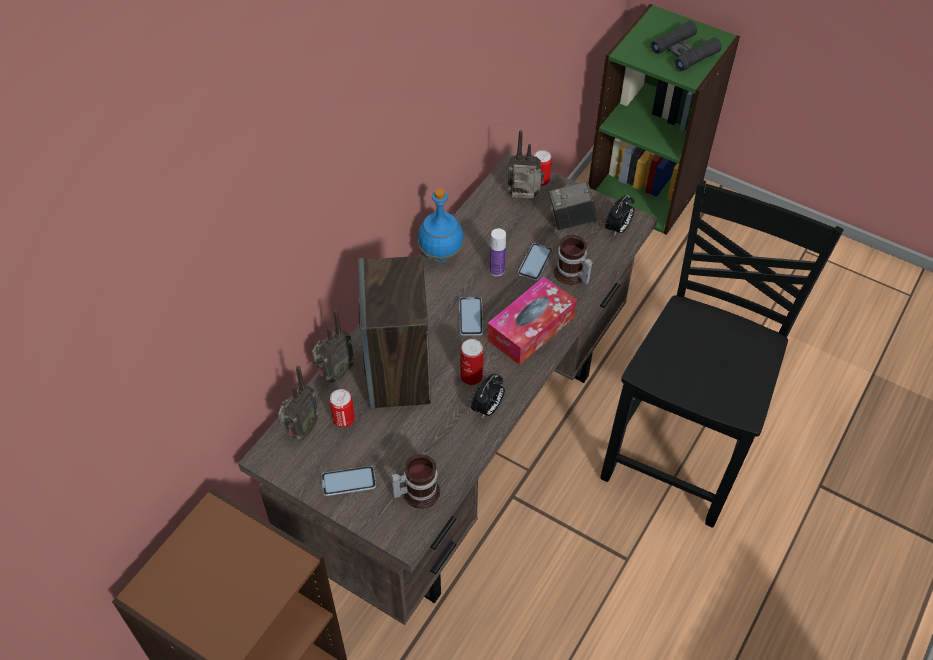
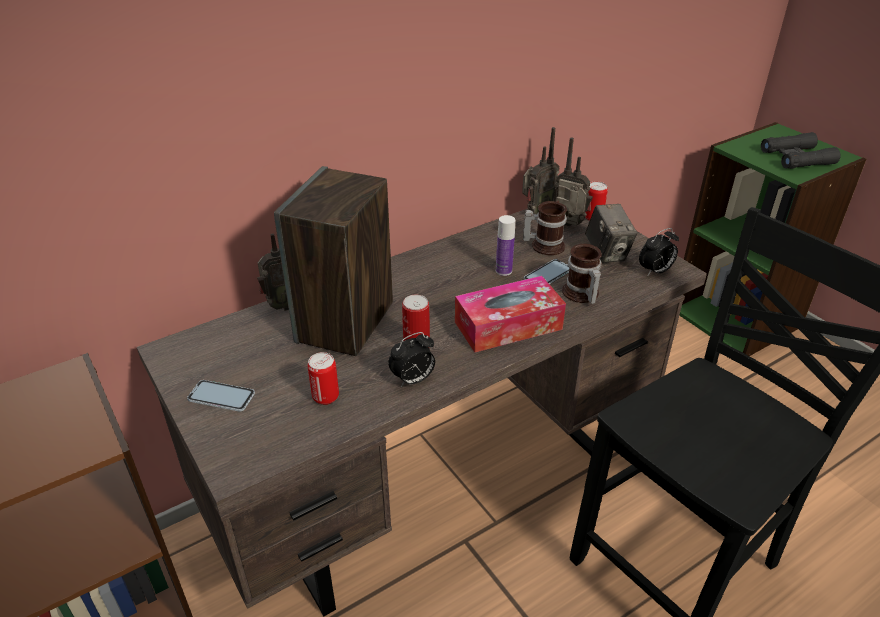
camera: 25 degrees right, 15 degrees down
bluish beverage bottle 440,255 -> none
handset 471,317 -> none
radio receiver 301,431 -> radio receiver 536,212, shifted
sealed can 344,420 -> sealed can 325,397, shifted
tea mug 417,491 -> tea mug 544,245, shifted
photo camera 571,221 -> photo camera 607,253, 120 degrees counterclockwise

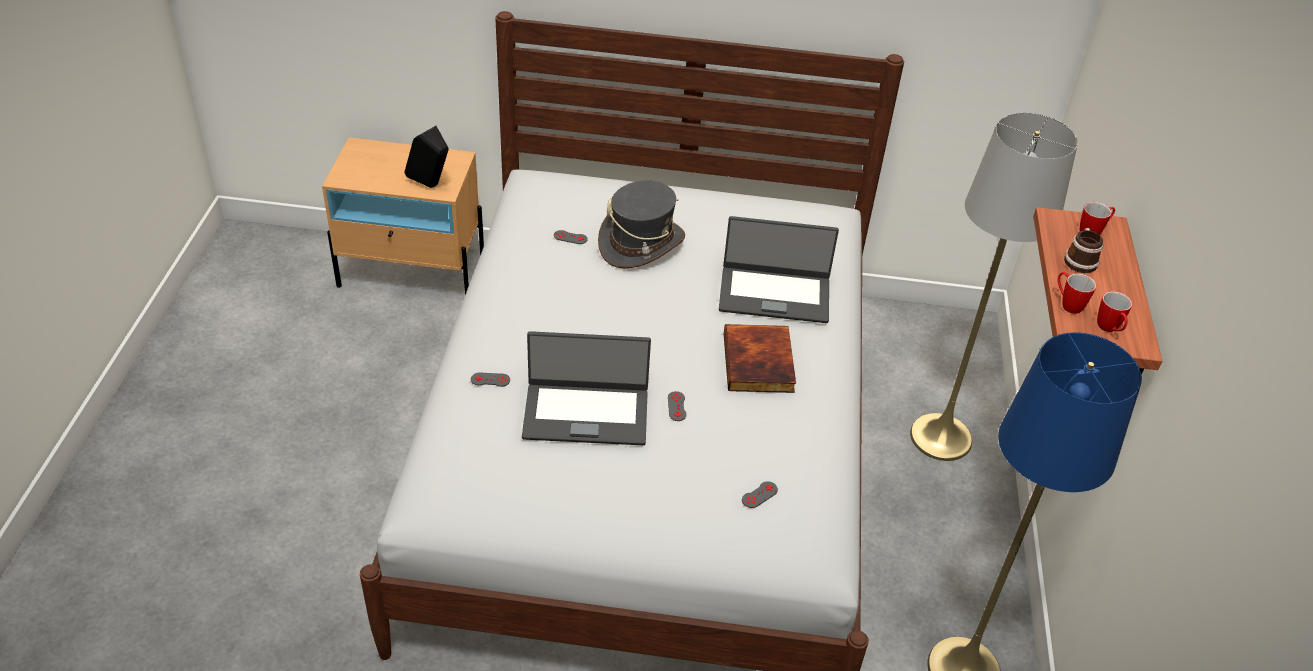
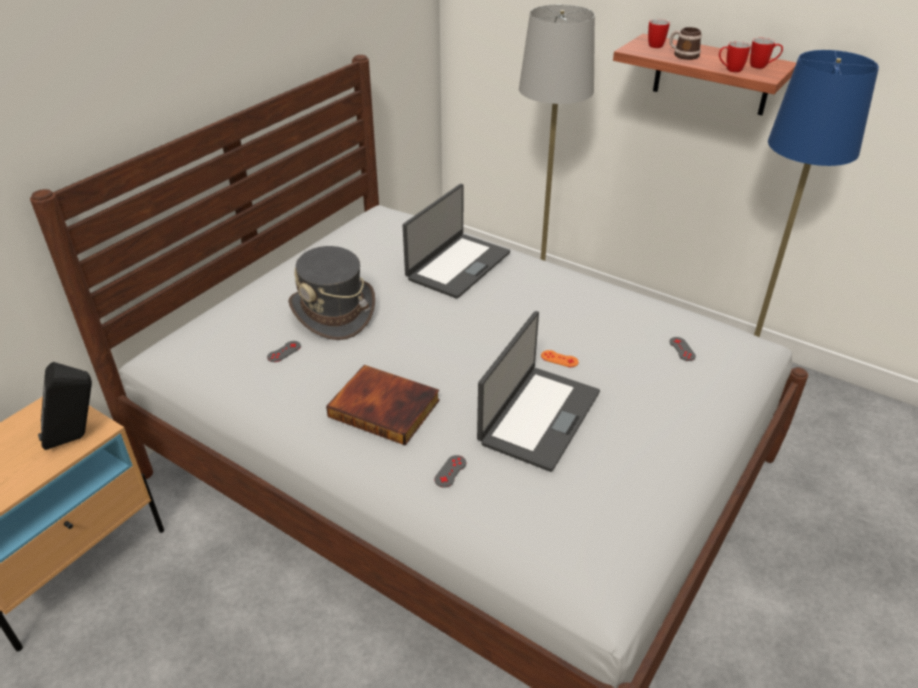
camera: 60 degrees left, 5 degrees down
bound book 760,363 -> bound book 386,407, shifted
gray joypad 677,406 -> orangey joypad 559,359

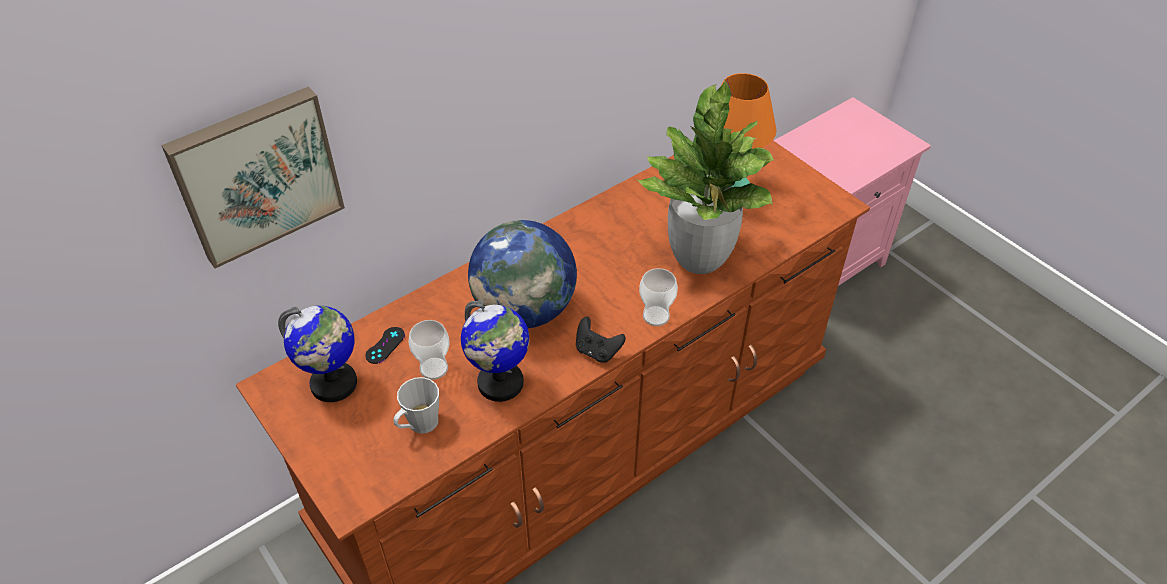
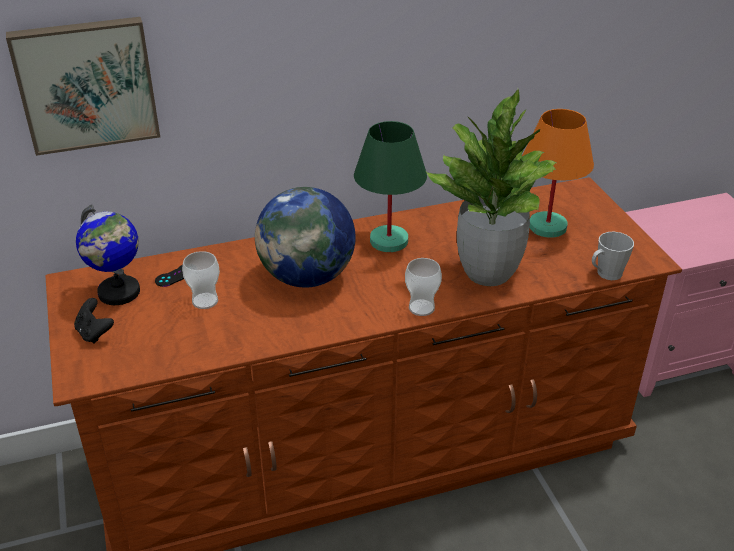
camera: 20 degrees right, 10 degrees down
world globe 500,383 -> none
none -> greenish table lamp 389,241
gray tea mug 419,425 -> gray tea mug 605,274, shifted
black joypad 597,351 -> black joypad 94,333, shifted

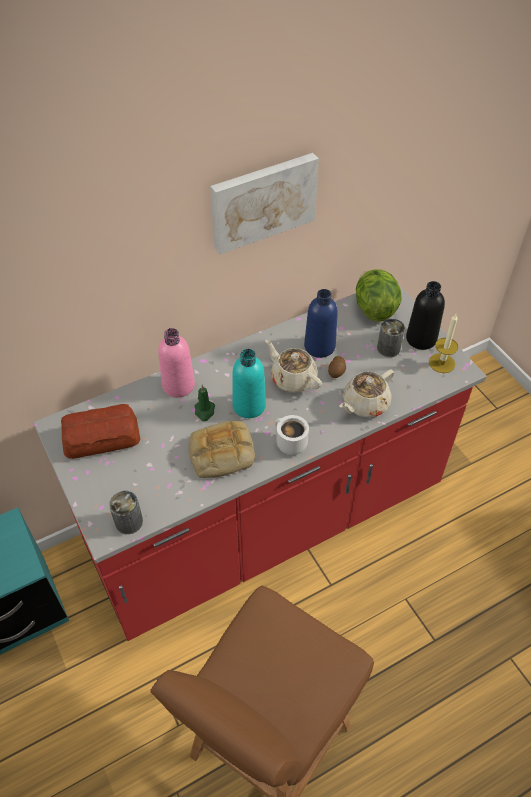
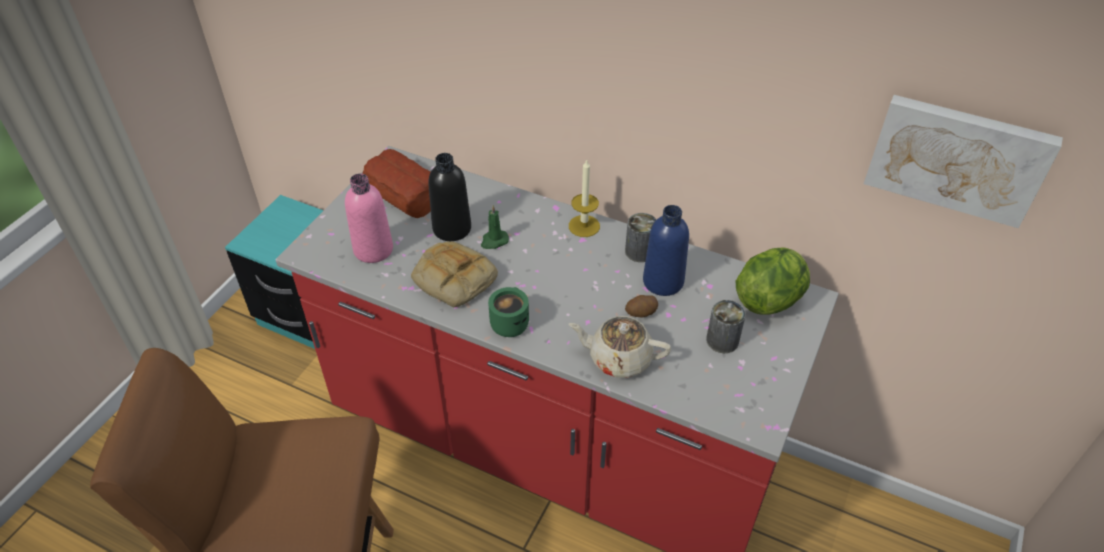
camera: 55 degrees right, 5 degrees down
blue-green beverage bottle 249,405 -> none
beige-coloured tea pot 292,378 -> none
sealed can 129,522 -> sealed can 639,251, shifted
pink-coloured beverage bottle 178,385 -> pink-coloured beverage bottle 373,249, shifted
wall art 262,201 -> wall art 958,157, shifted
black beverage bottle 421,339 -> black beverage bottle 452,228, shifted
wax candle 442,363 -> wax candle 584,226, shifted
white-coloured tea mug 288,443 -> greenish tea mug 508,322

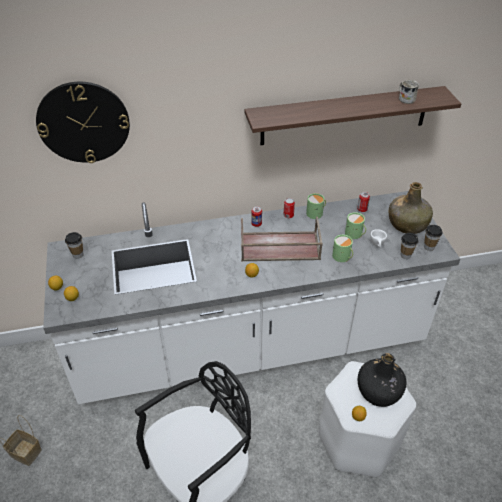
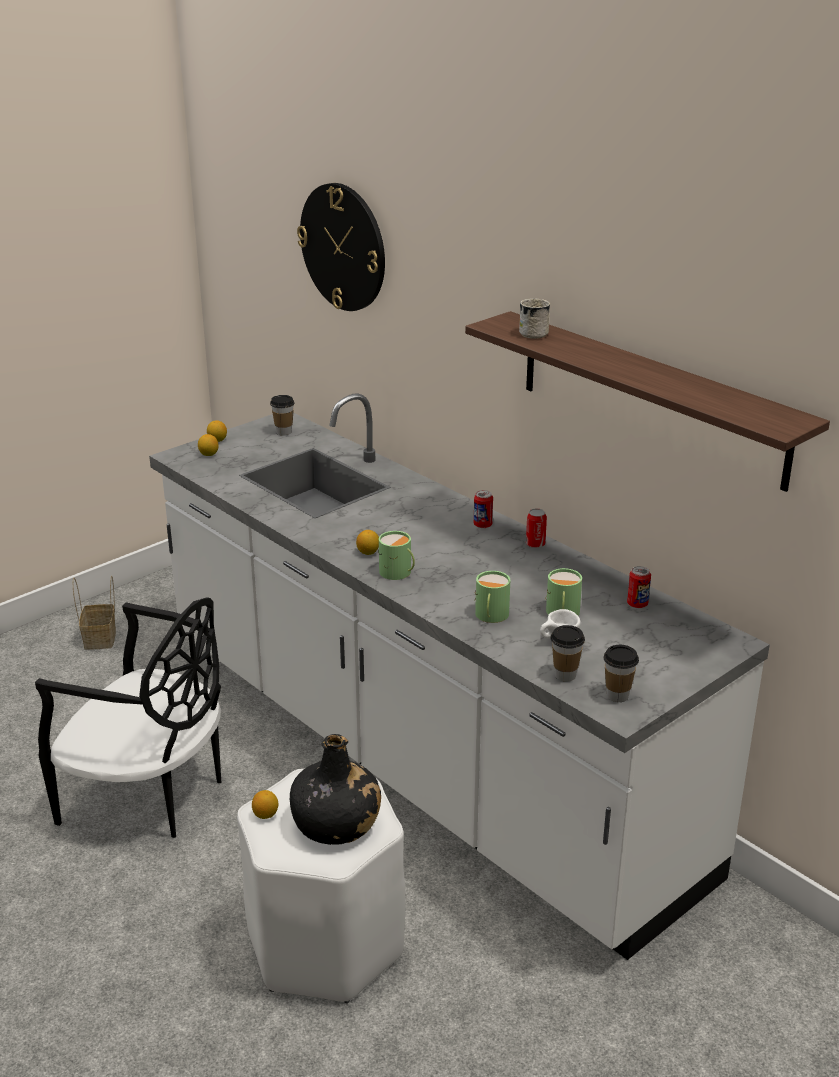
camera: 60 degrees right, 15 degrees down
brownish tray 279,247 -> none
greenish beverage bottle 407,224 -> none
greenish tea mug 316,213 -> greenish tea mug 398,573, shifted
white-coloured tea mug 405,99 -> white-coloured tea mug 536,333, shifted

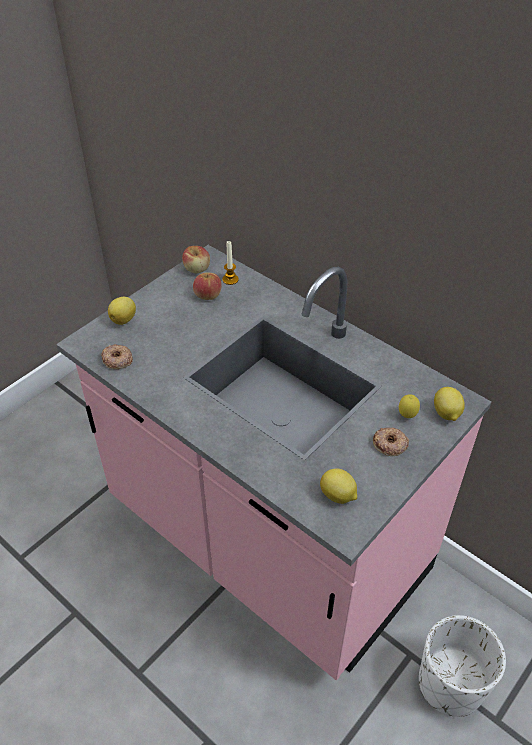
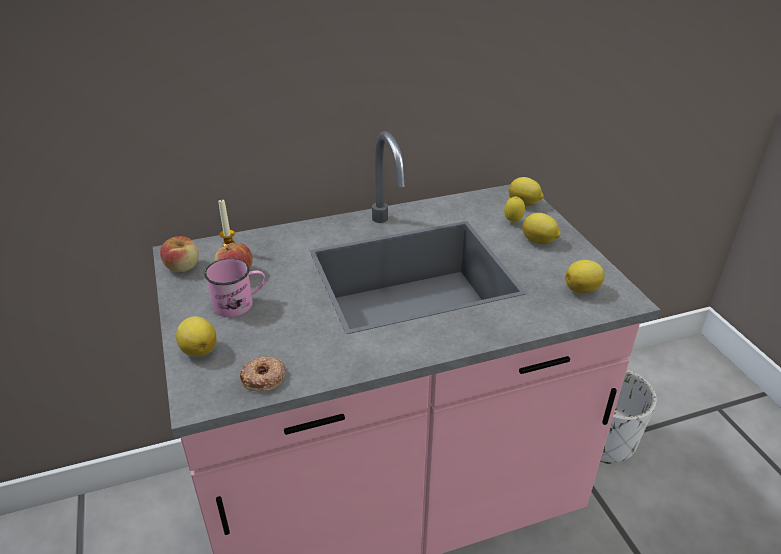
camera: 60 degrees left, 10 degrees down
none -> pink-coloured tea mug 240,303
doughnut 390,444 -> lemon 539,241

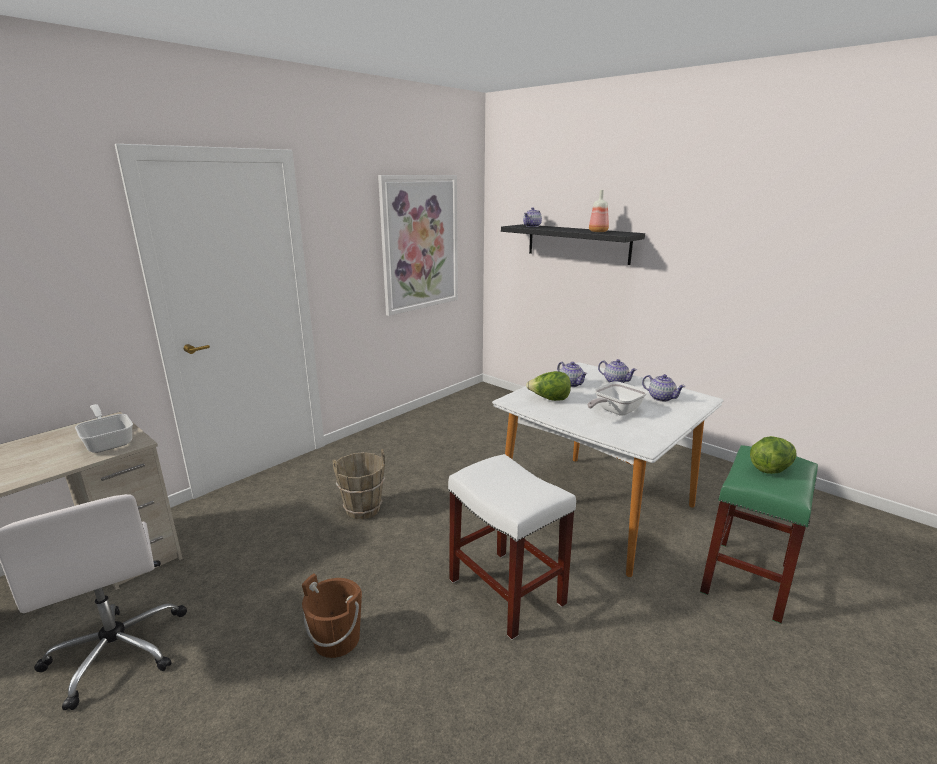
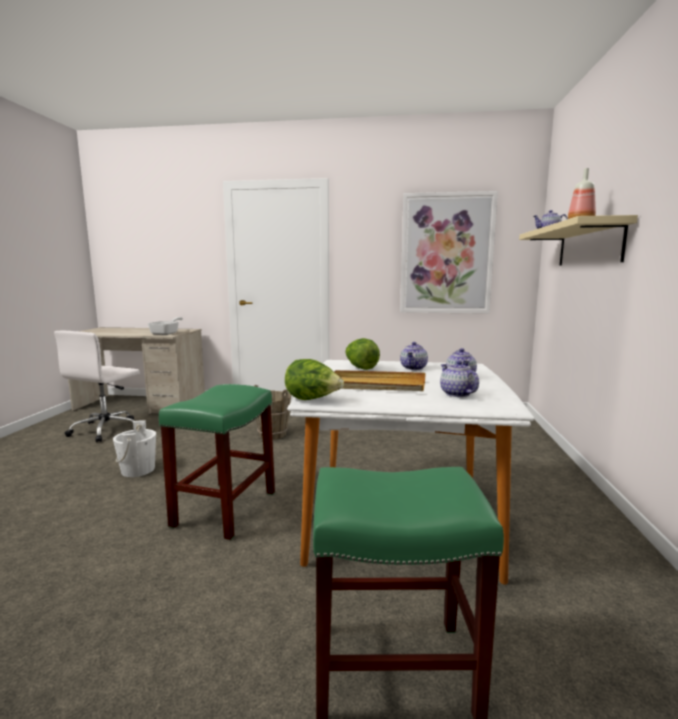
camera: 55 degrees right, 10 degrees down
lettuce 771,468 -> lettuce 313,399, shifted
skillet 614,411 -> beige-coloured tray 375,385
brownish bucket 337,639 -> white-coloured bucket 138,470
white-coloured stool 505,591 -> greenish stool 225,508
black bracket shelf 577,243 -> beige-coloured bracket shelf 589,245
tea pot 661,398 -> tea pot 456,394, 150 degrees clockwise

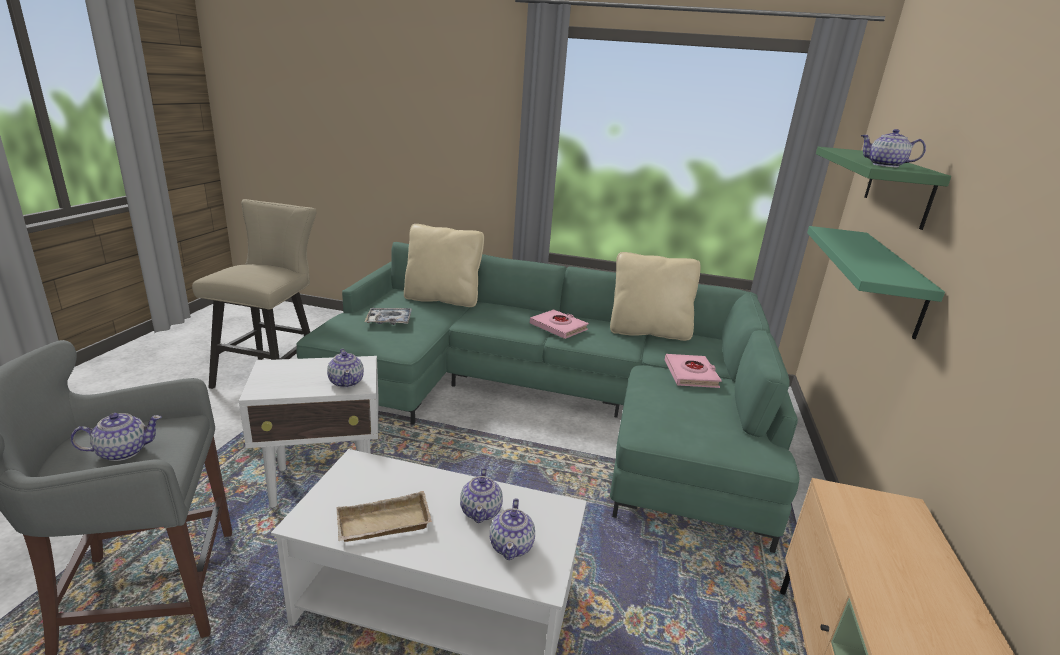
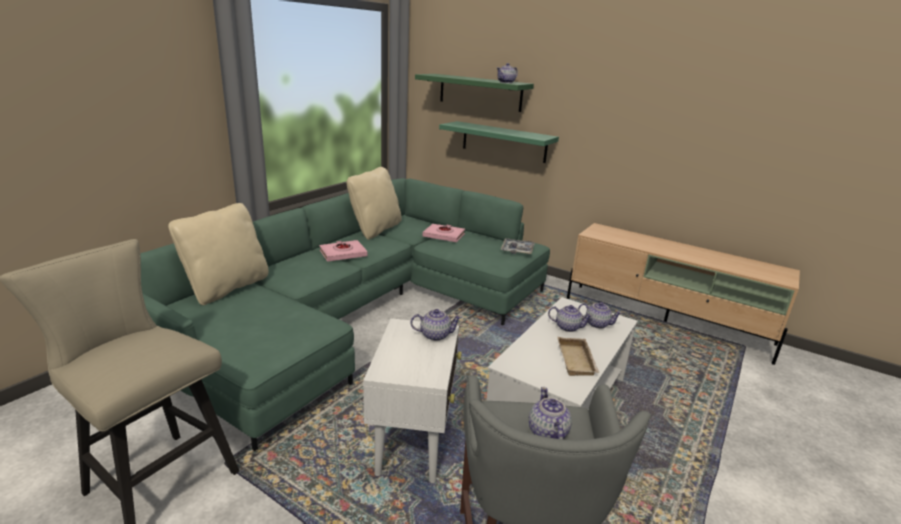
camera: 70 degrees left, 0 degrees up
tray 389,320 -> tray 517,250, shifted

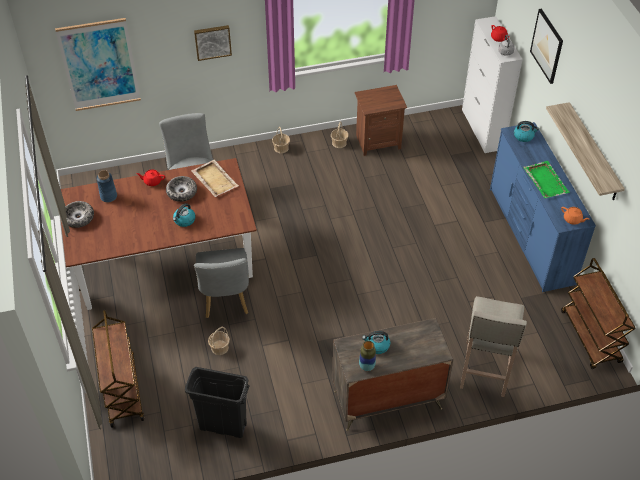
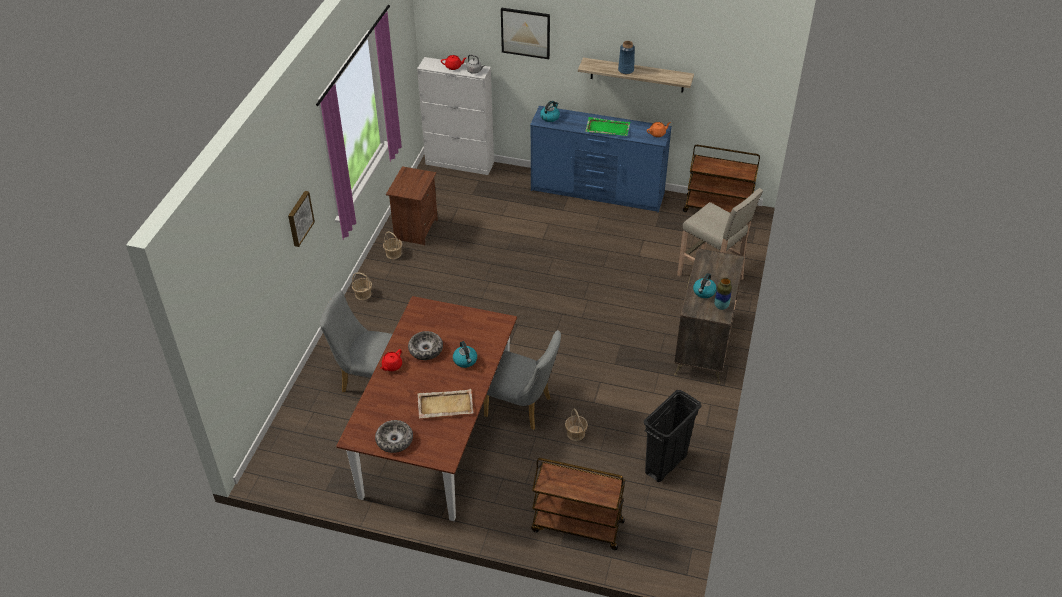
camera: 60 degrees left, 5 degrees down
wall art 99,65 -> none
bluish vase 108,196 -> bluish vase 625,70, shifted
beige-coloured tray 214,179 -> beige-coloured tray 444,405, shifted

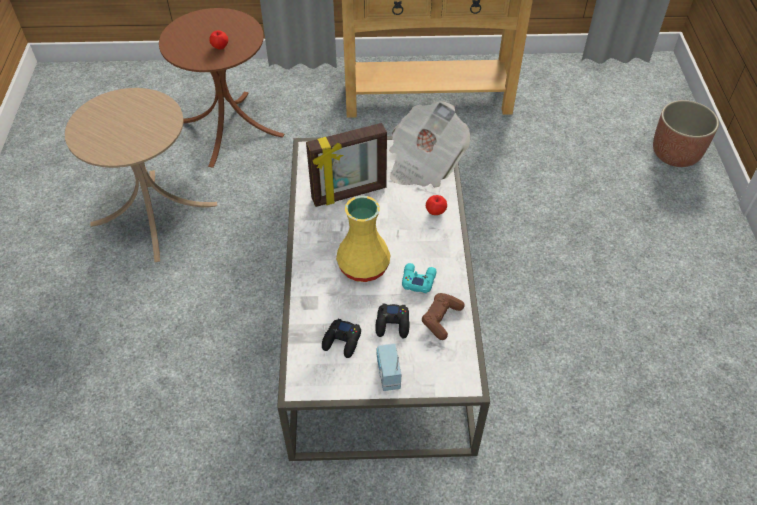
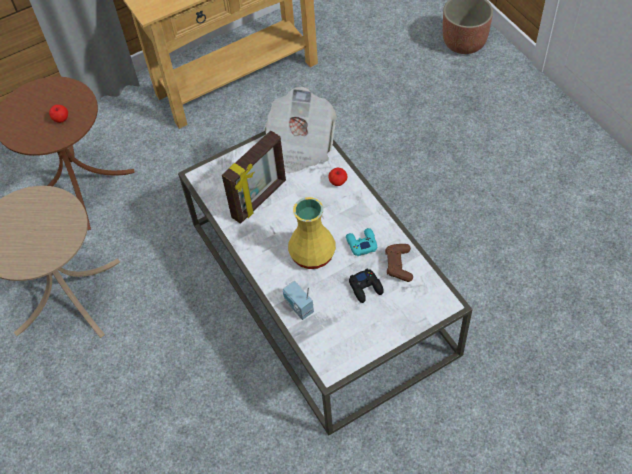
camera: 25 degrees left, 5 degrees up
black joypad 342,341 -> none
radio receiver 387,375 -> radio receiver 298,307, shifted

